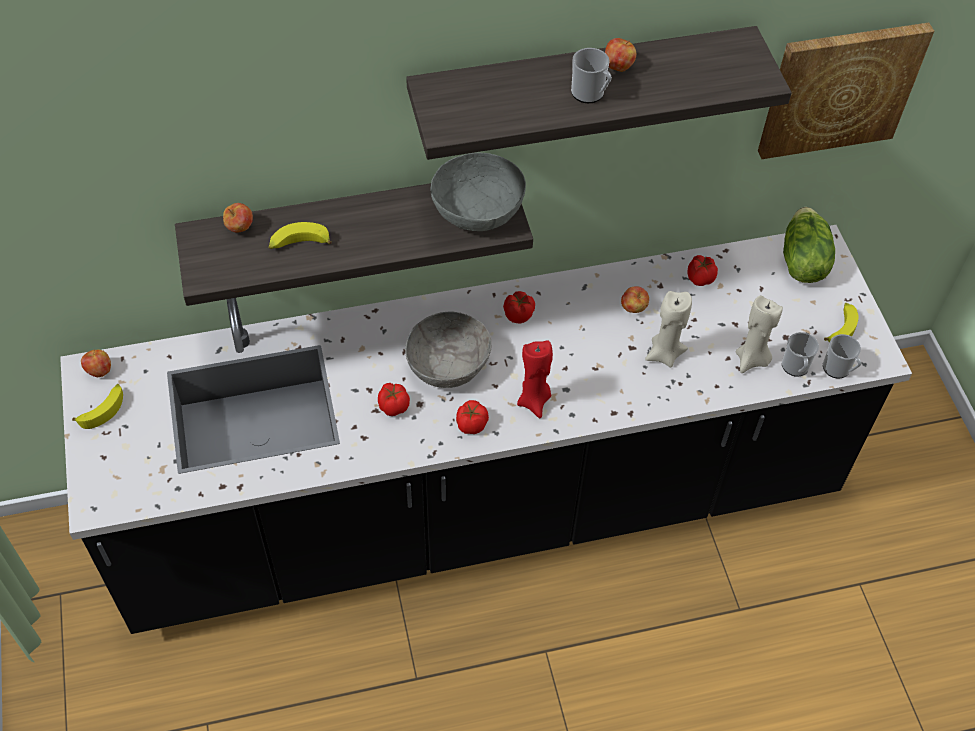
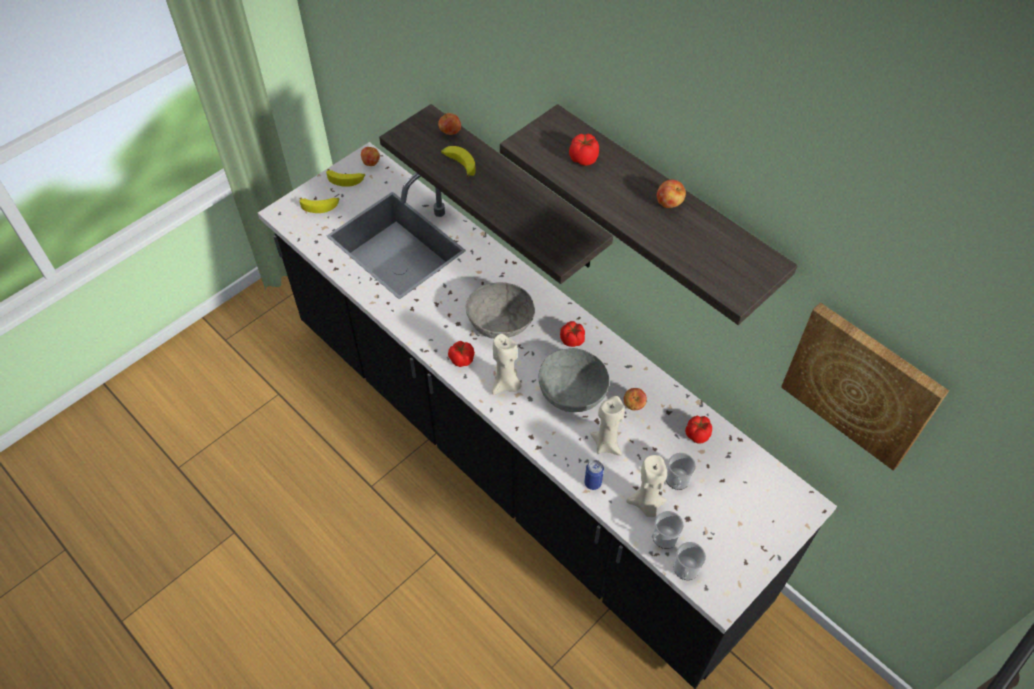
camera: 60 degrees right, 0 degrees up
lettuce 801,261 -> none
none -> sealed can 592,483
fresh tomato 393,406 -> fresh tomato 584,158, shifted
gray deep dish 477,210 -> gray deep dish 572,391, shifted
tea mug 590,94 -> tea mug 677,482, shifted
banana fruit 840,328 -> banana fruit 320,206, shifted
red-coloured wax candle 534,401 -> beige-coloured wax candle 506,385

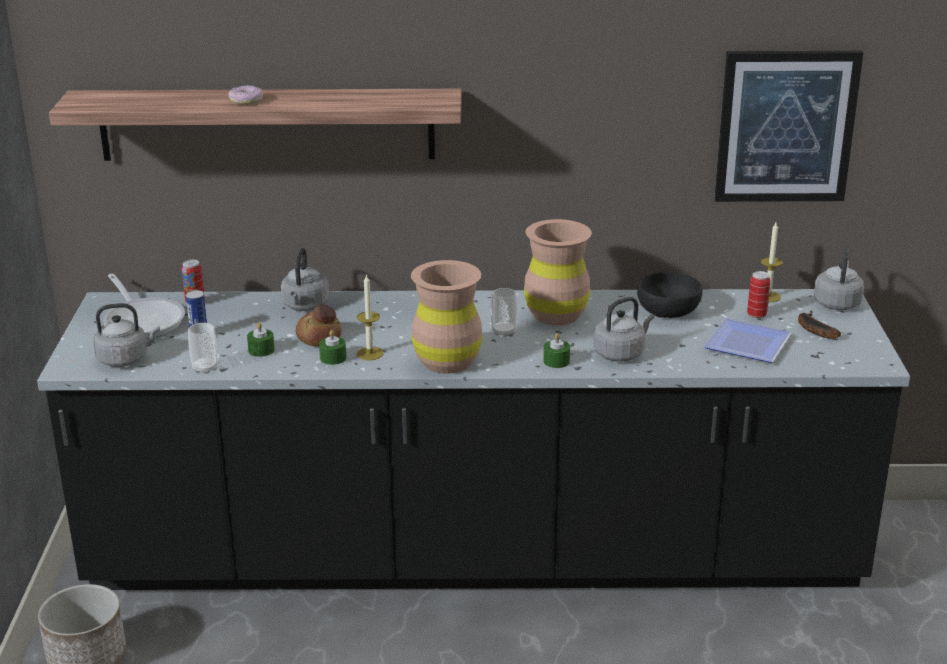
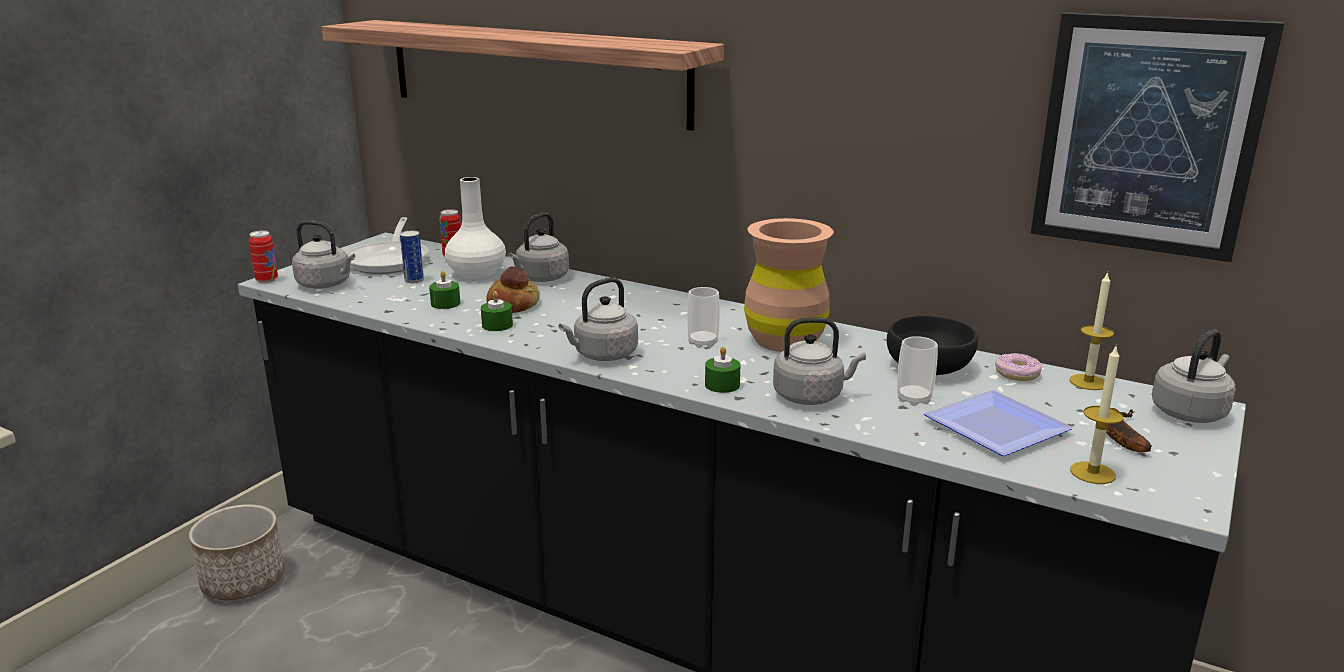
camera: 30 degrees right, 5 degrees down
none -> white-coloured vase 476,274
cup 205,368 -> cup 914,399, shifted
doughnut 246,101 -> doughnut 1017,374, shifted
wax candle 370,353 -> wax candle 1092,473, shifted
sealed can 756,315 -> sealed can 267,280, shifted
brownish vase 447,361 -> gray kettle 603,355

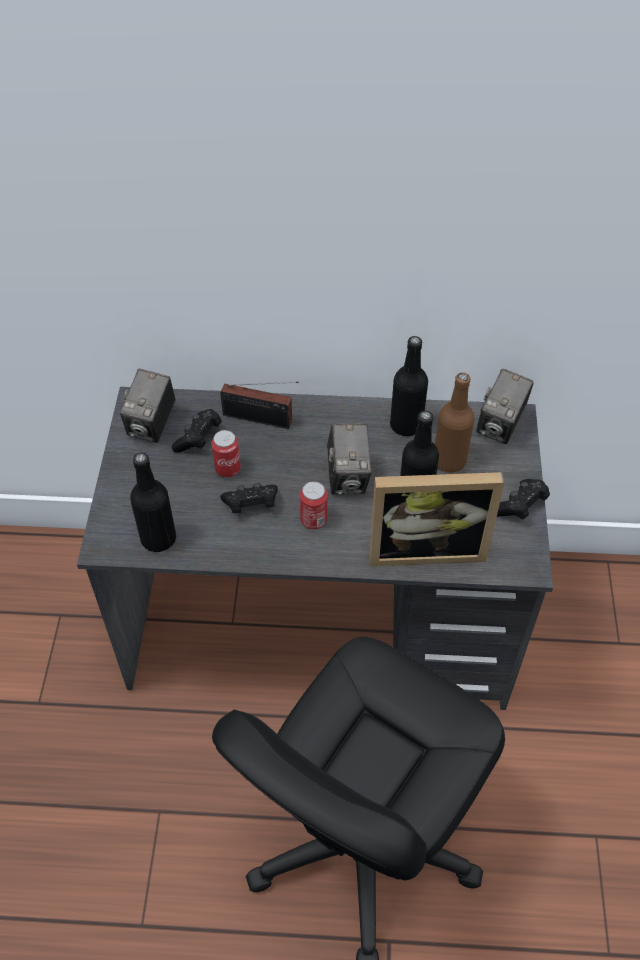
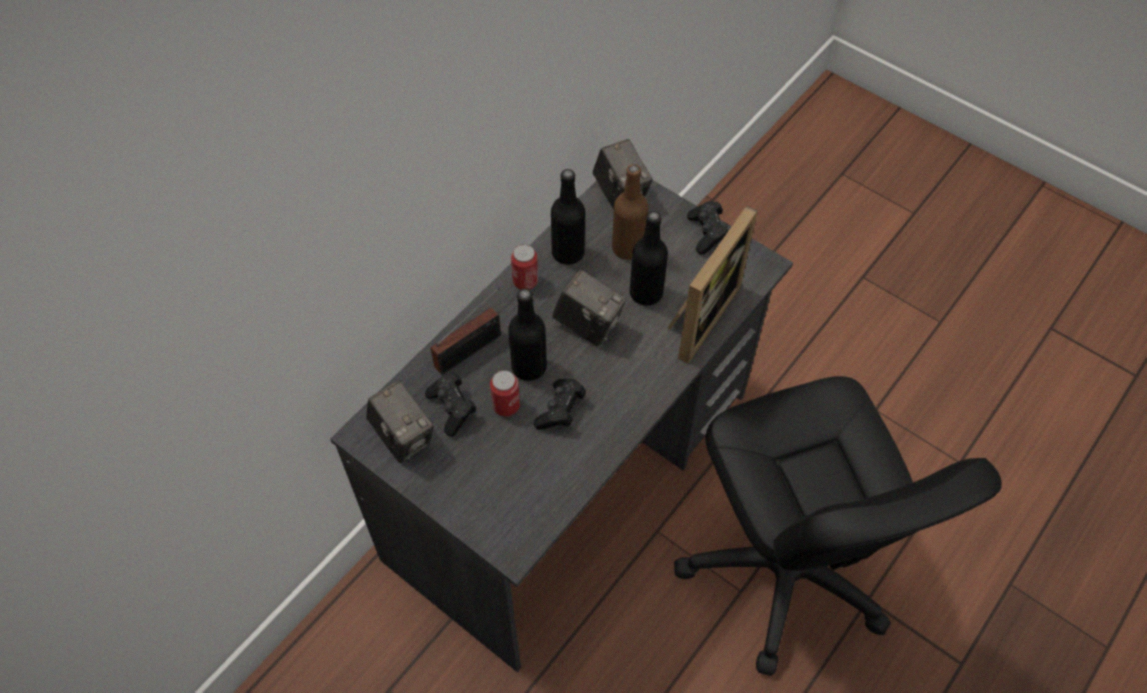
camera: 55 degrees left, 5 degrees up
black beverage bottle 158,538 -> black beverage bottle 529,367, shifted
sealed can 313,520 -> sealed can 525,281, shifted

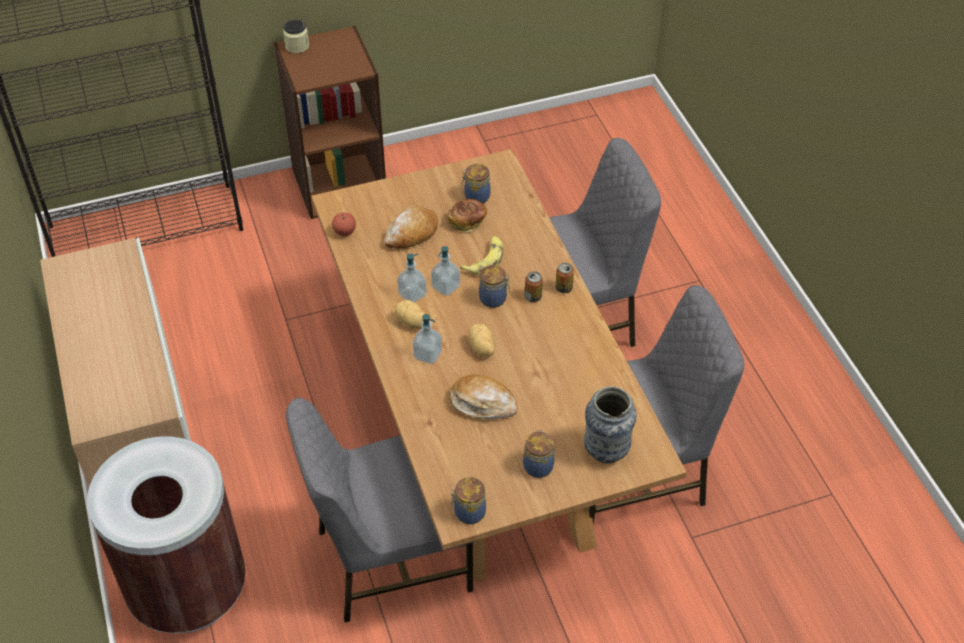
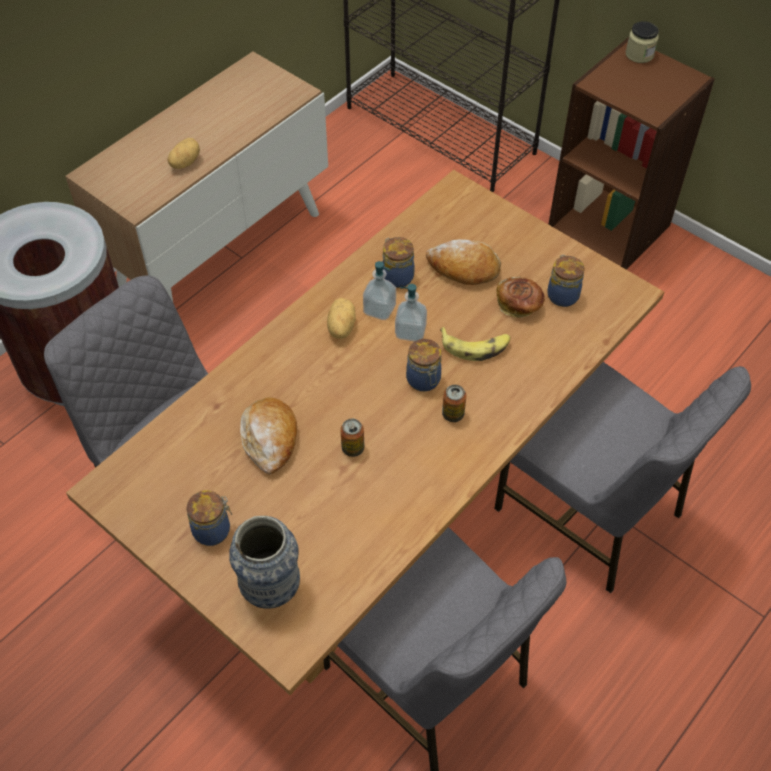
camera: 60 degrees right, 5 degrees up
apple fruit 344,232 -> none
liquid soap bottle 427,354 -> none
preserve jar 468,512 -> preserve jar 396,276, shifted
whole potato 481,348 -> whole potato 184,162, shifted
sealed can 563,288 -> sealed can 353,448, shifted

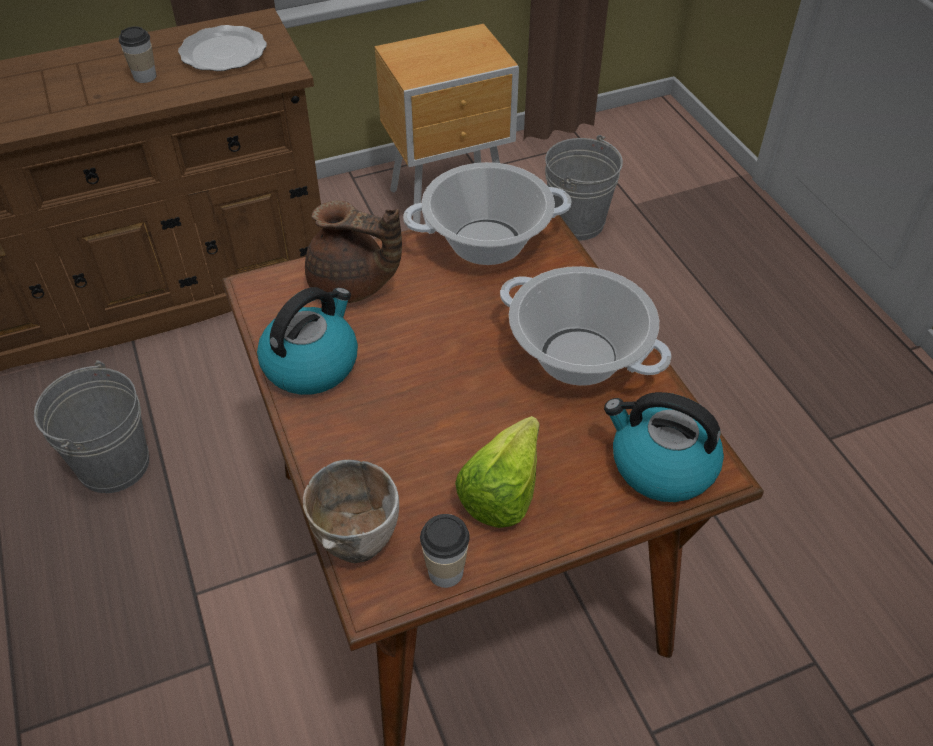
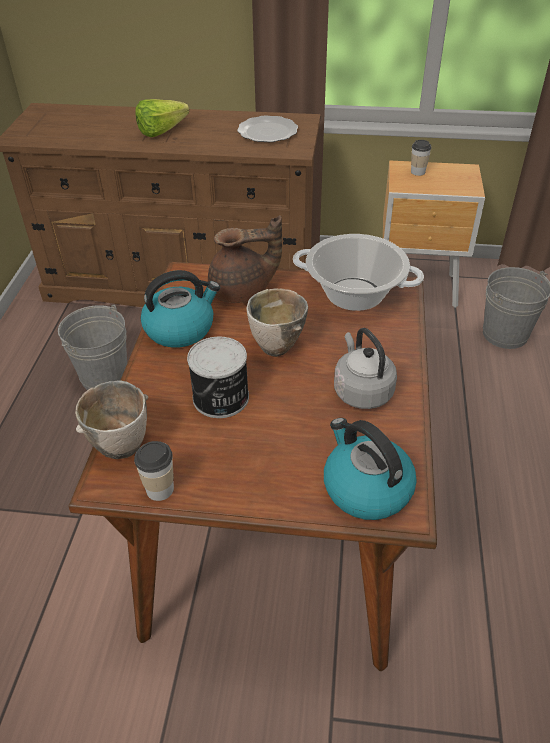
camera: 30 degrees right, 5 degrees down
none -> sealed can 221,398
none -> deep dish 277,348
cup 145,76 -> cup 418,172, shifted
lettuce 509,486 -> lettuce 166,131, shifted
saucepot 578,357 -> gray kettle 361,390
brownish tea pot 352,286 -> brownish tea pot 242,291, 60 degrees counterclockwise

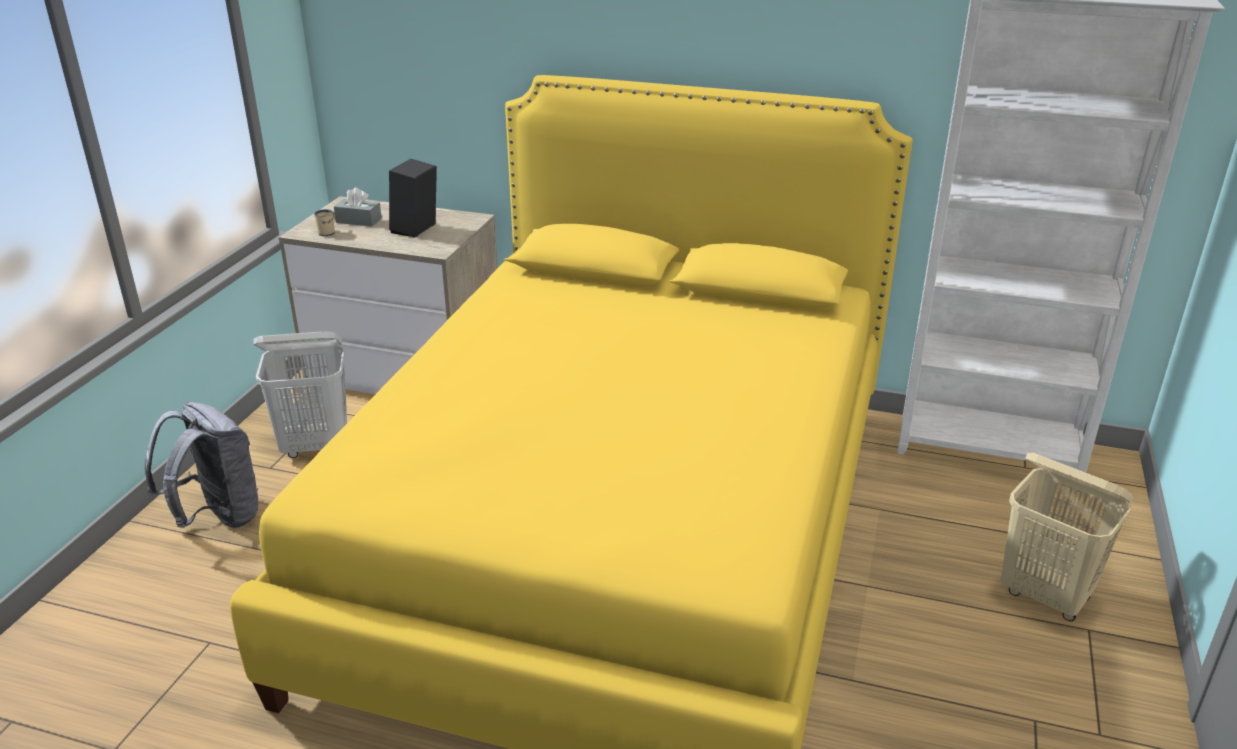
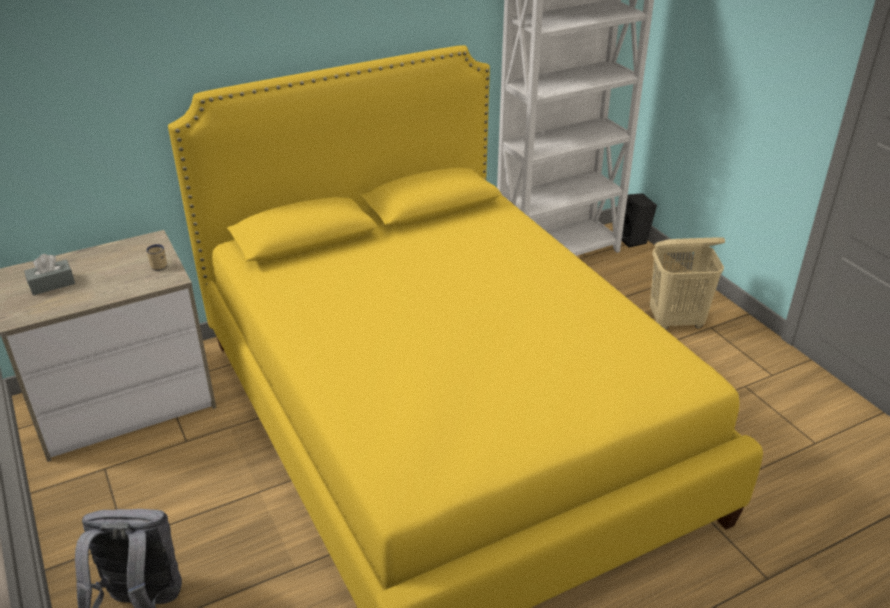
camera: 45 degrees left, 5 degrees up
white-coloured laundry basket 316,447 -> none
beige-coloured tea mug 328,232 -> beige-coloured tea mug 158,265, shifted
black loudspeaker 416,230 -> black loudspeaker 634,239, shifted

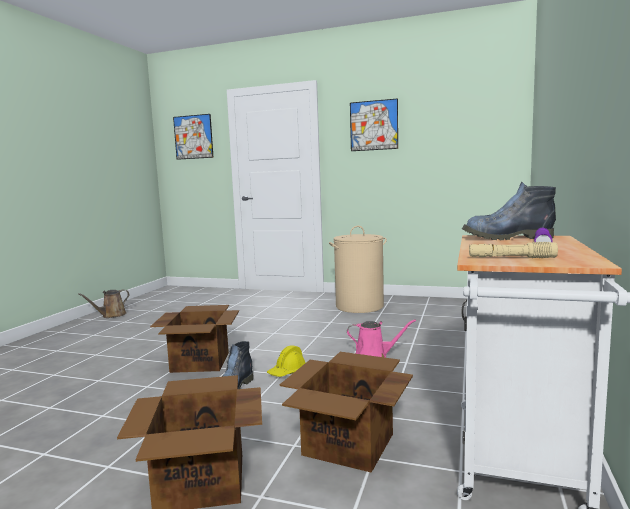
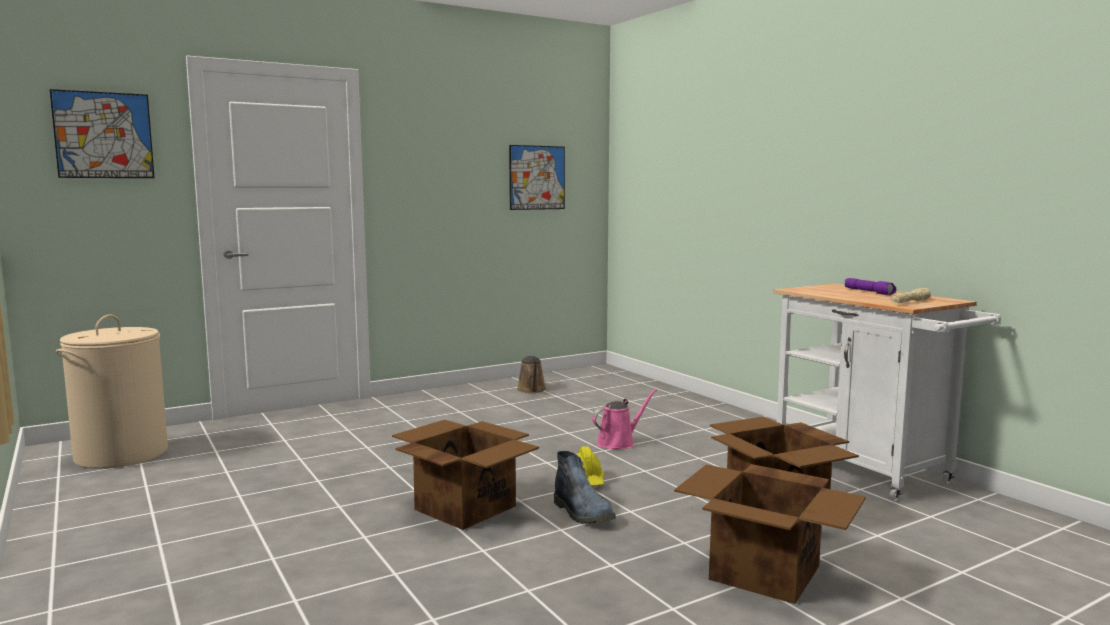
camera: 50 degrees left, 0 degrees up
tall boot 505,238 -> none
brownish watering pot 111,315 -> brownish watering pot 532,390, shifted
beige-coloured laundry basket 359,306 -> beige-coloured laundry basket 121,454, shifted
wall art 373,125 -> wall art 537,177, shifted

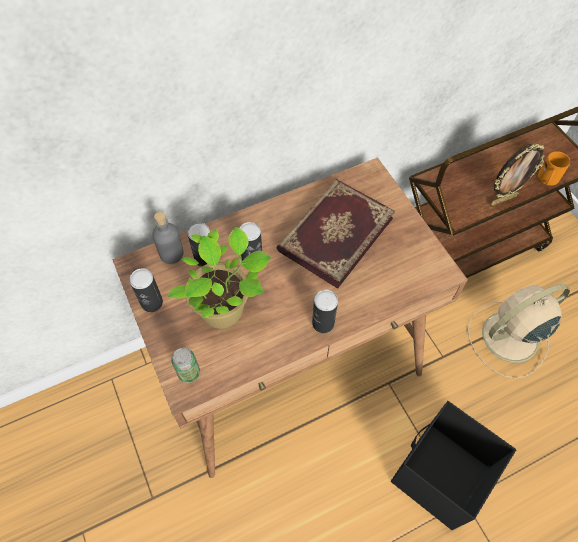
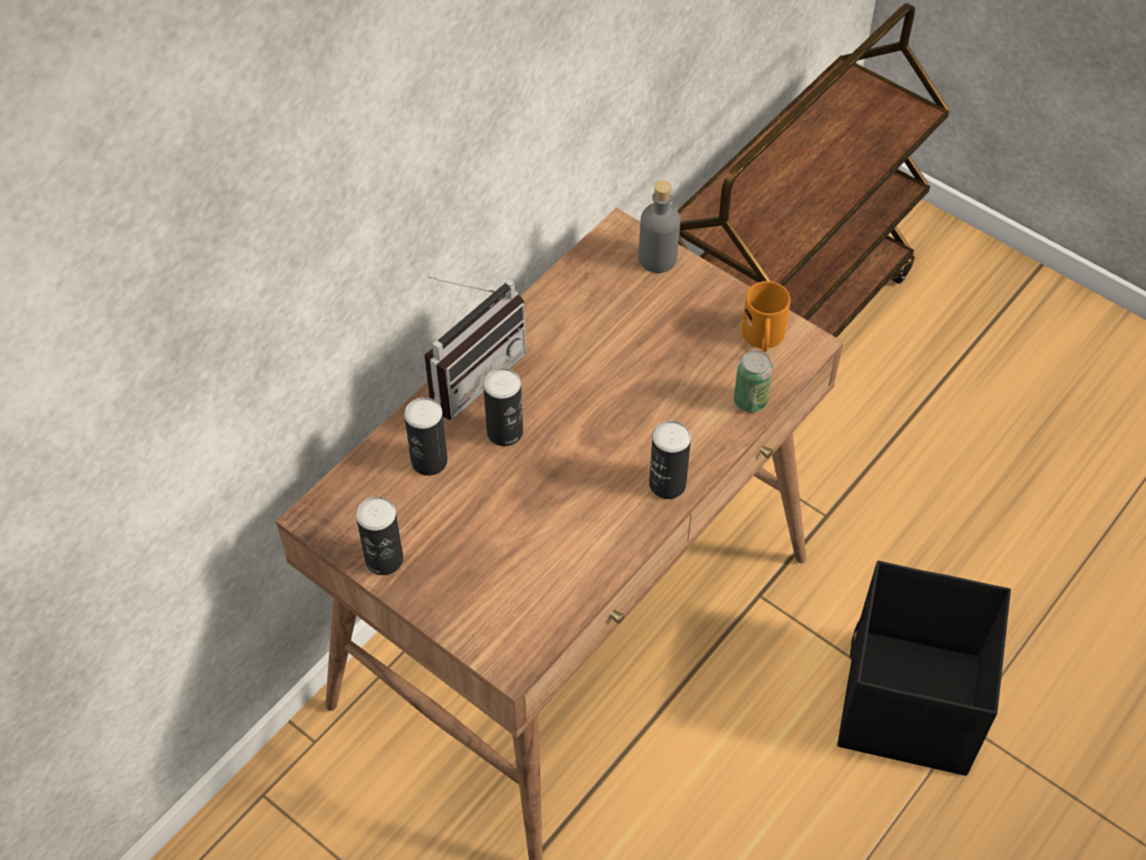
camera: 25 degrees left, 5 degrees down
houseplant 225,309 -> none
bound book 334,233 -> none
beige-coloured electric fan 508,337 -> none
photo frame 503,199 -> none
none -> radio receiver 469,373
gray beverage bottle 171,254 -> gray beverage bottle 657,258, shifted
sealed can 189,372 -> sealed can 750,401, shifted
orangey tea mug 547,180 -> orangey tea mug 763,339, shifted

